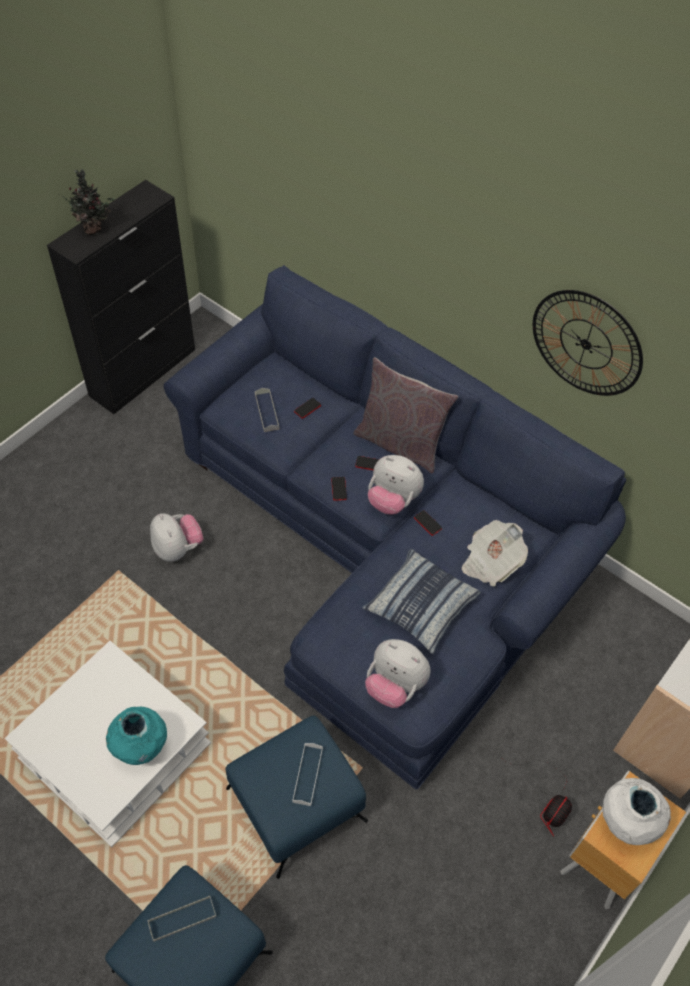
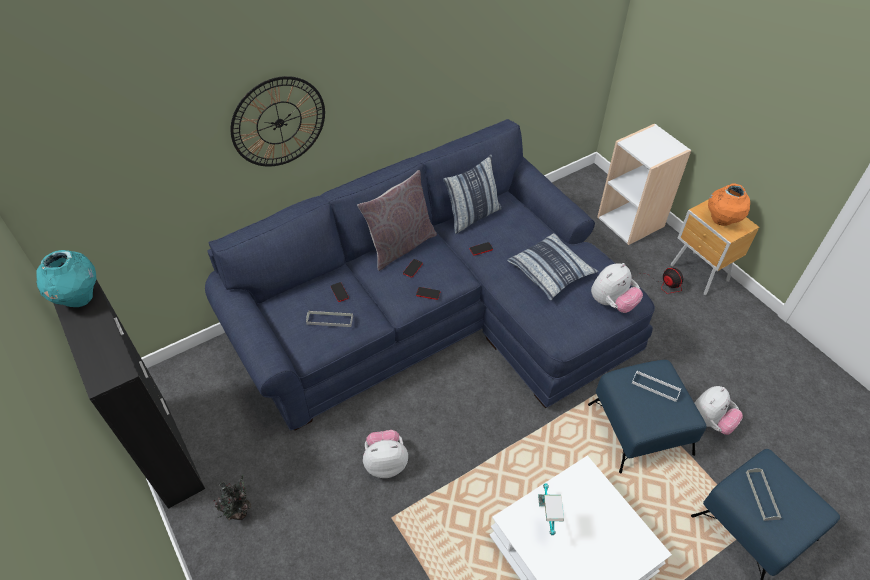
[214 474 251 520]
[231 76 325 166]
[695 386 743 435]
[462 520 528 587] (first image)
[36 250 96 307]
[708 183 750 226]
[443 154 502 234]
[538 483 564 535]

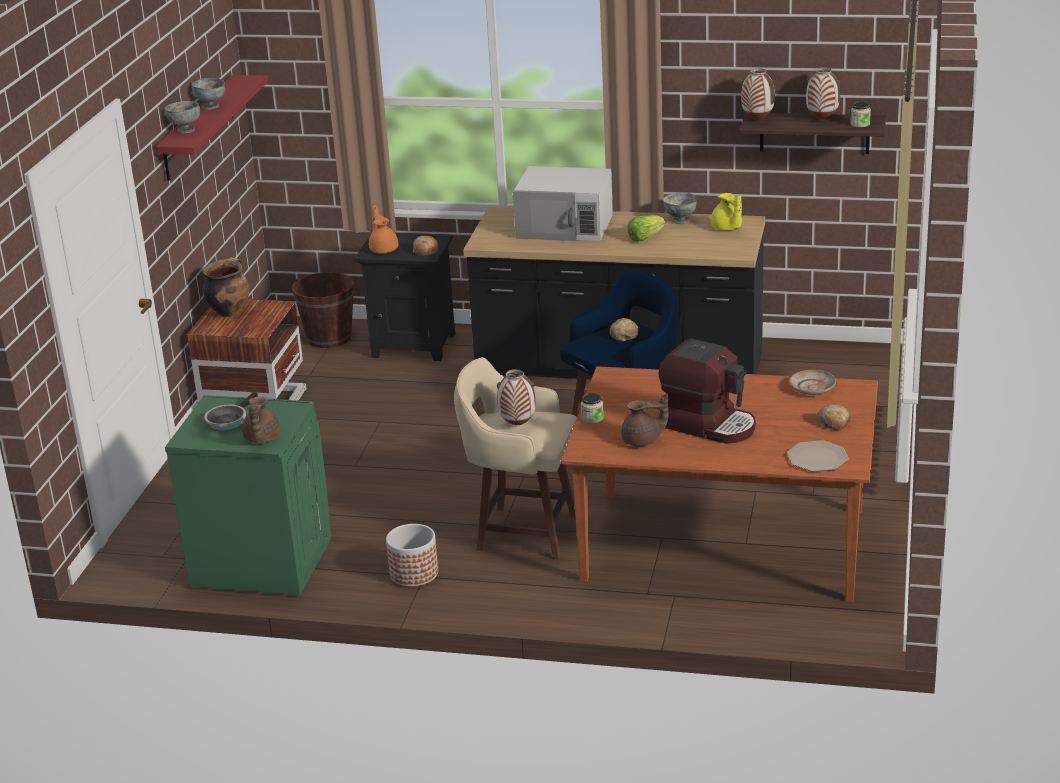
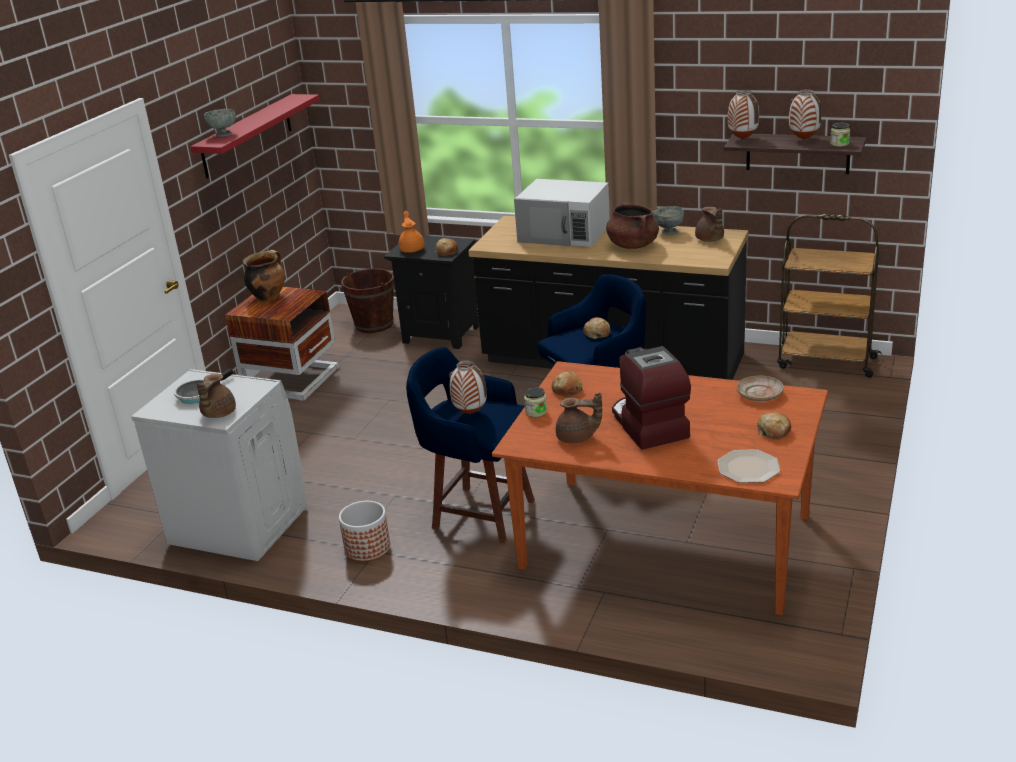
[192 78 226 110] (first image)
[695 207 724 242]
[606 202 659 249]
[612 346 691 450]
[406 347 535 543]
[131 369 307 561]
[777 214 882 378]
[552 372 583 397]

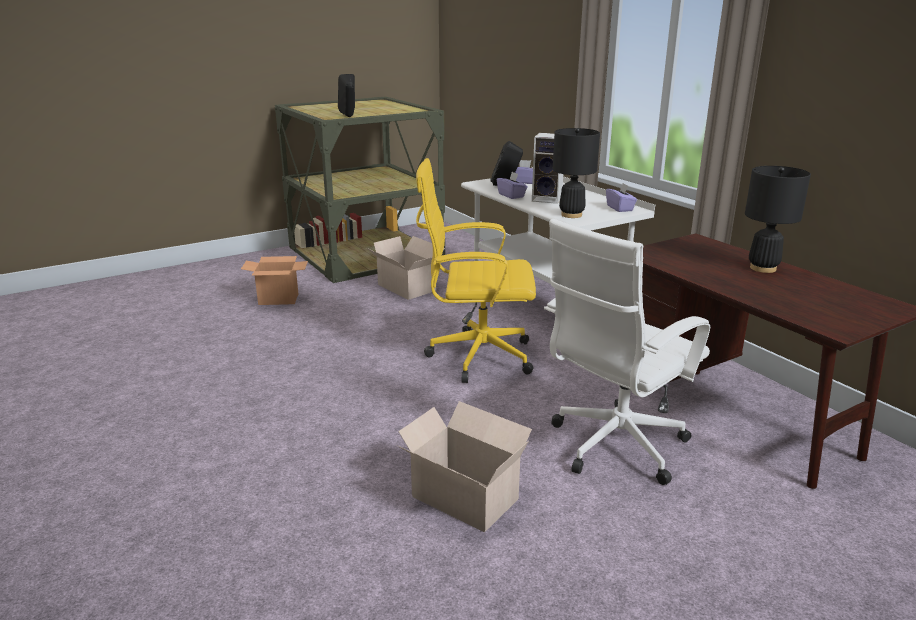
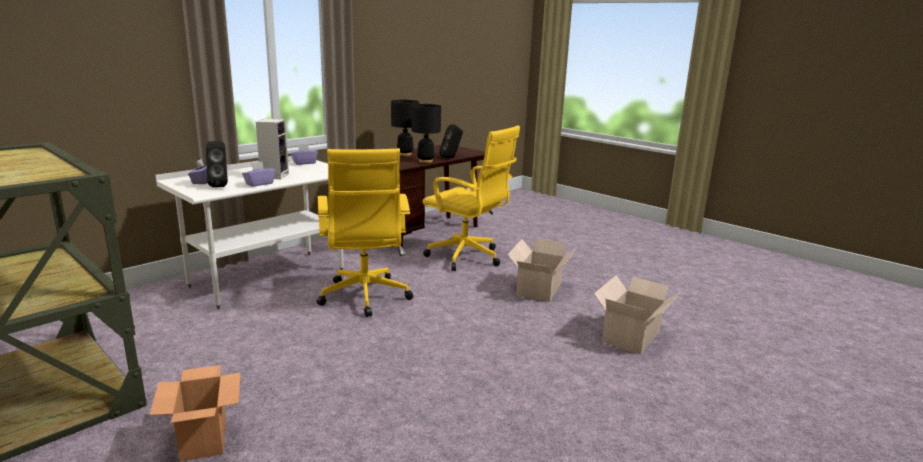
[439 124 463 158]
[411 103 441 163]
[422 125 520 271]
[594 275 680 355]

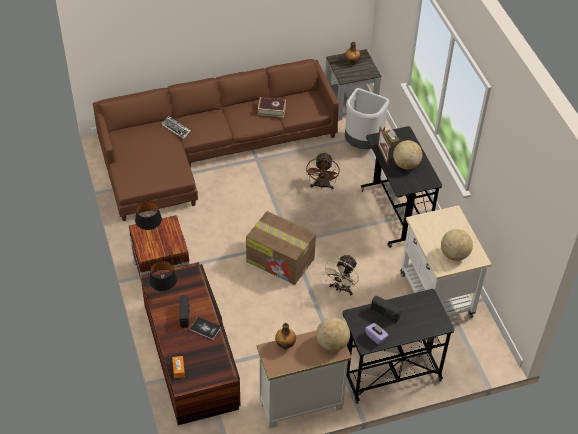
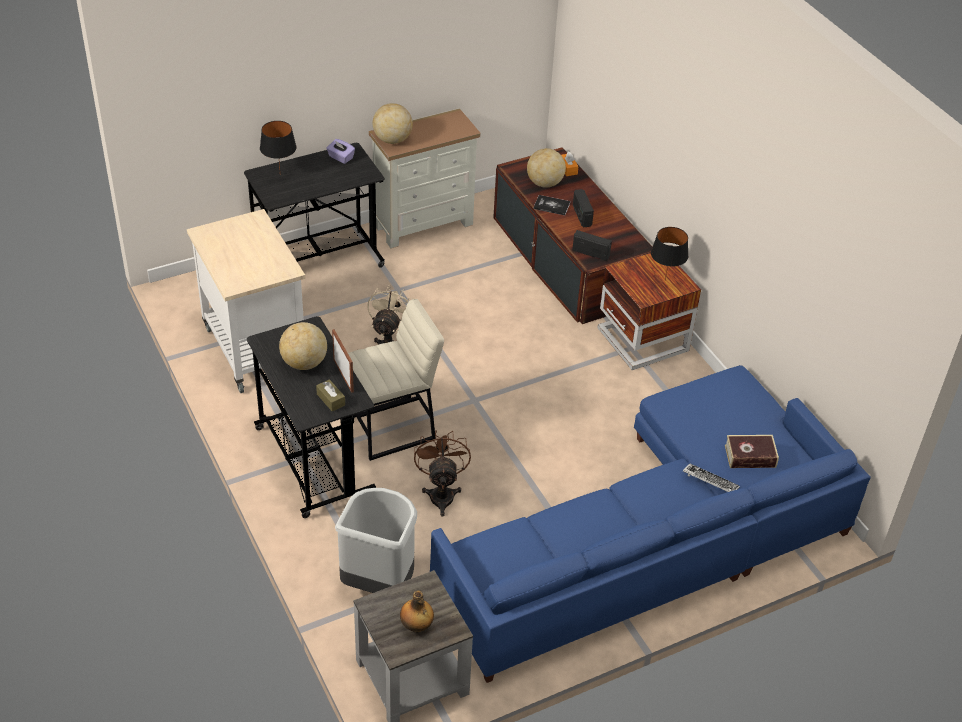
[430 365 871 683]
[725 435 779 468]
[246 211 316 285] (first image)
[527 148 566 188]
[260 121 297 169]
[572 230 612 261]
[275 323 296 349] (first image)
[348 299 444 461]

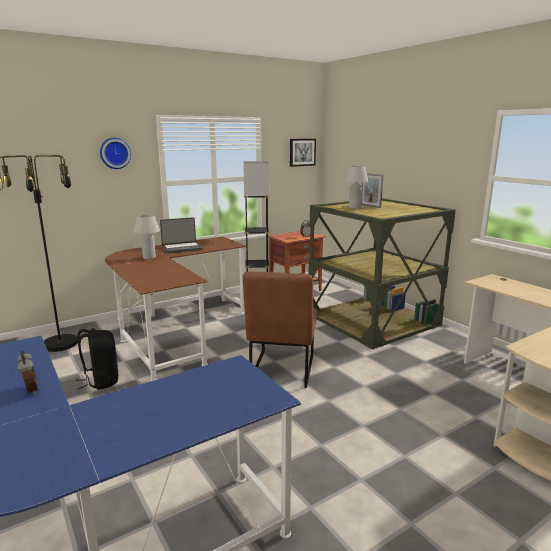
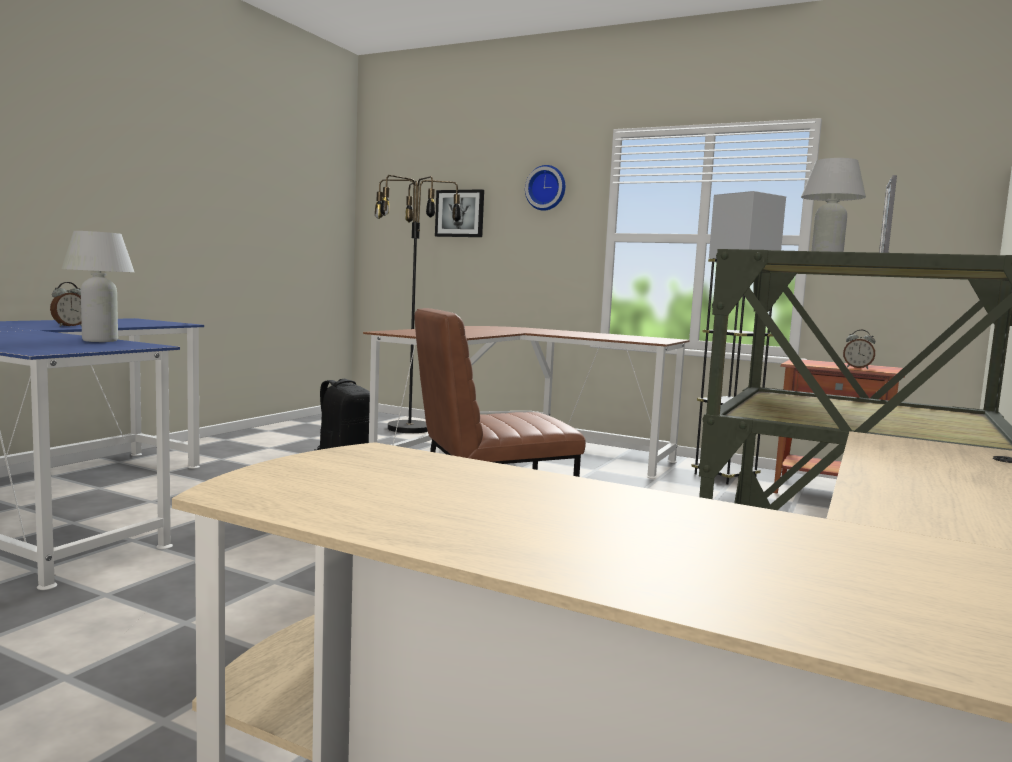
[435 189 484 237]
[62 231 134 342]
[160 217 203 253] (first image)

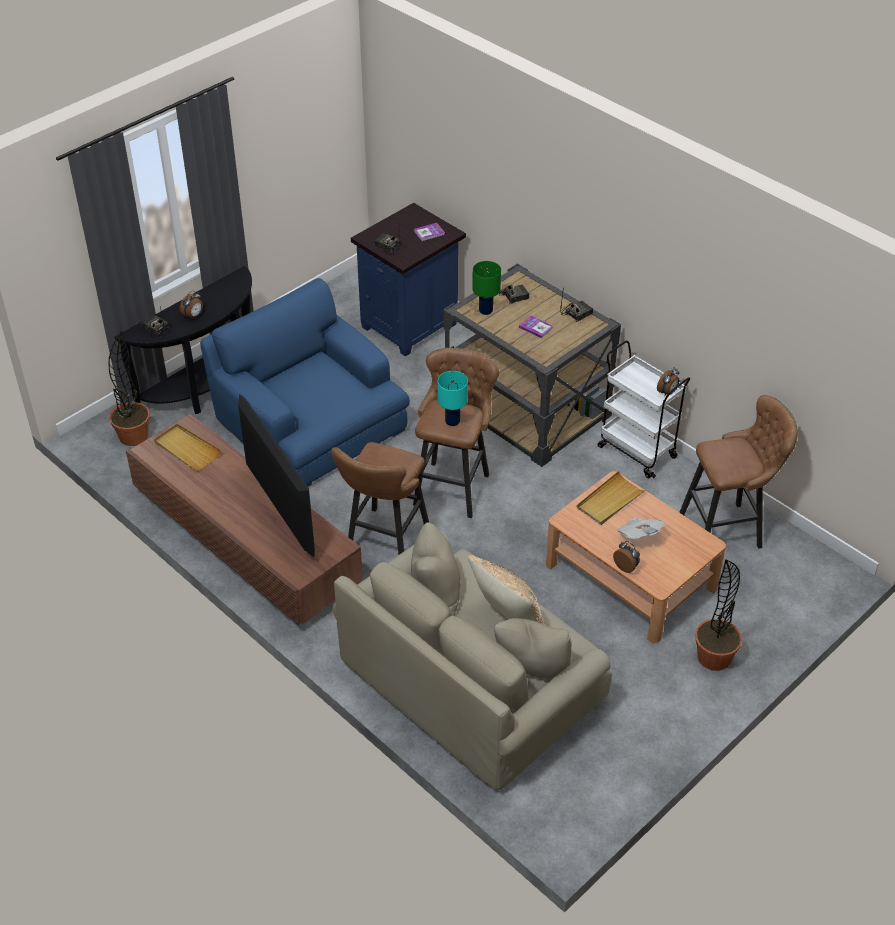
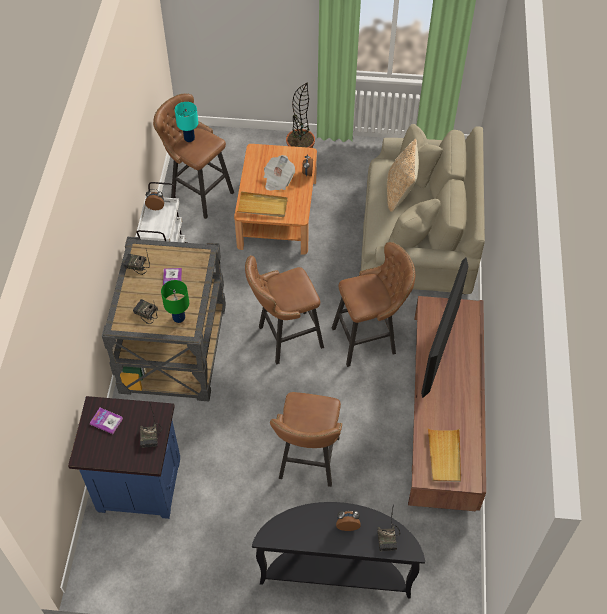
[270 392 342 487]
[108 330 150 446] (first image)
[175 102 198 142]

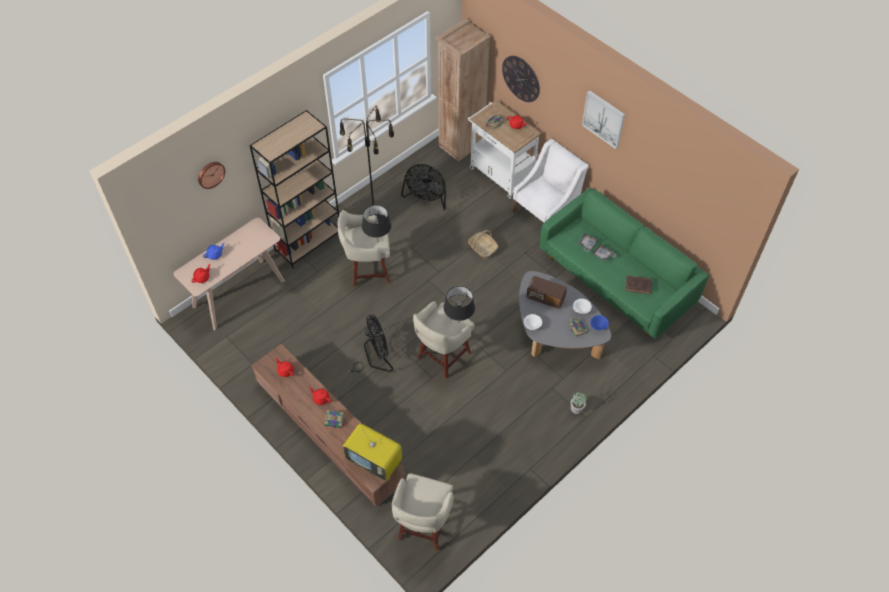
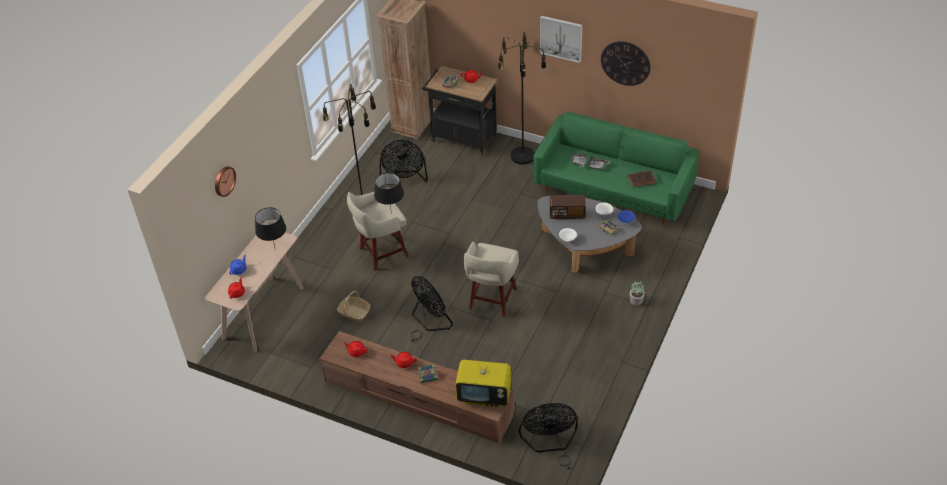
[601 41 651 86]
[422 66 497 155]
[249 110 339 269] (first image)
[498 32 546 165]
[337 291 370 322]
[255 207 286 250]
[519 403 578 469]

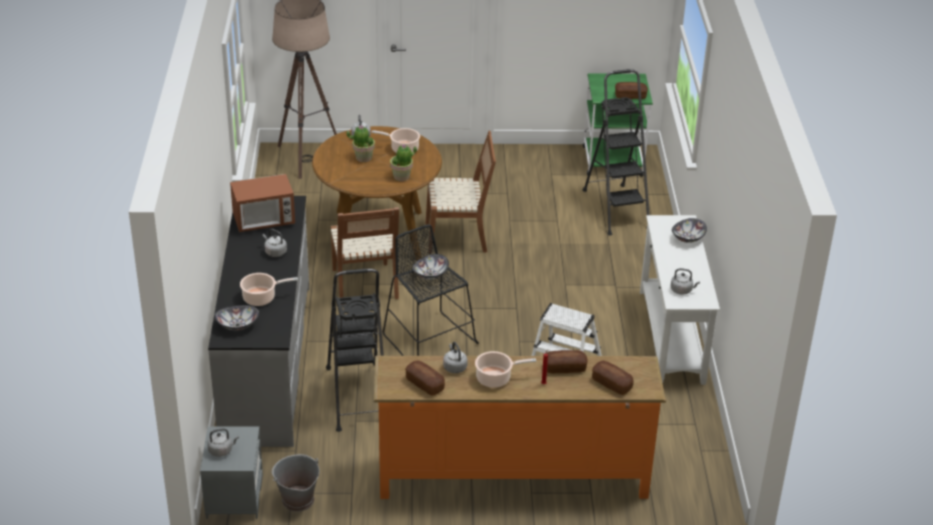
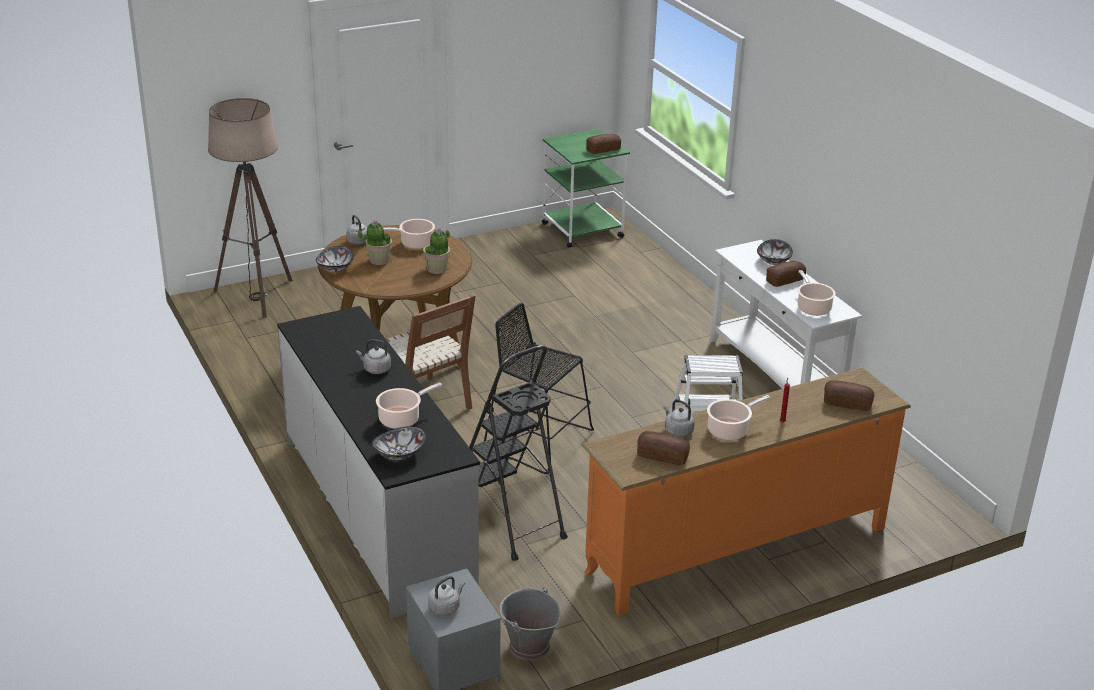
[582 69 649 236] (first image)
[426 131 496 253] (first image)
[230 174 295 232] (first image)
[316 246 354 272]
[798 270 836 316]
[766 261 806 287]

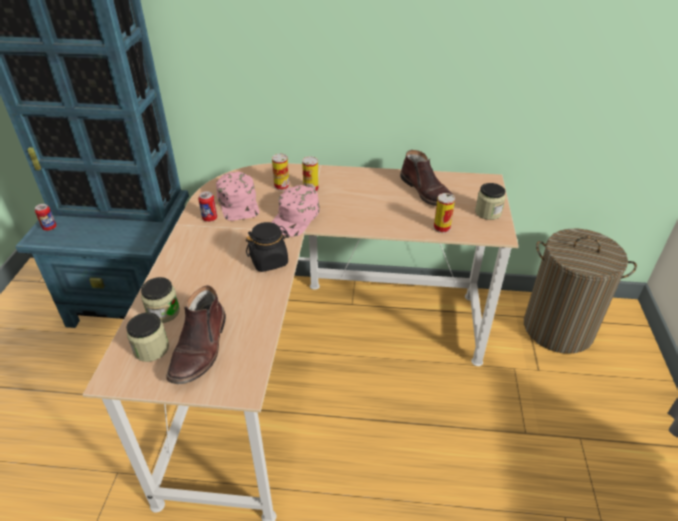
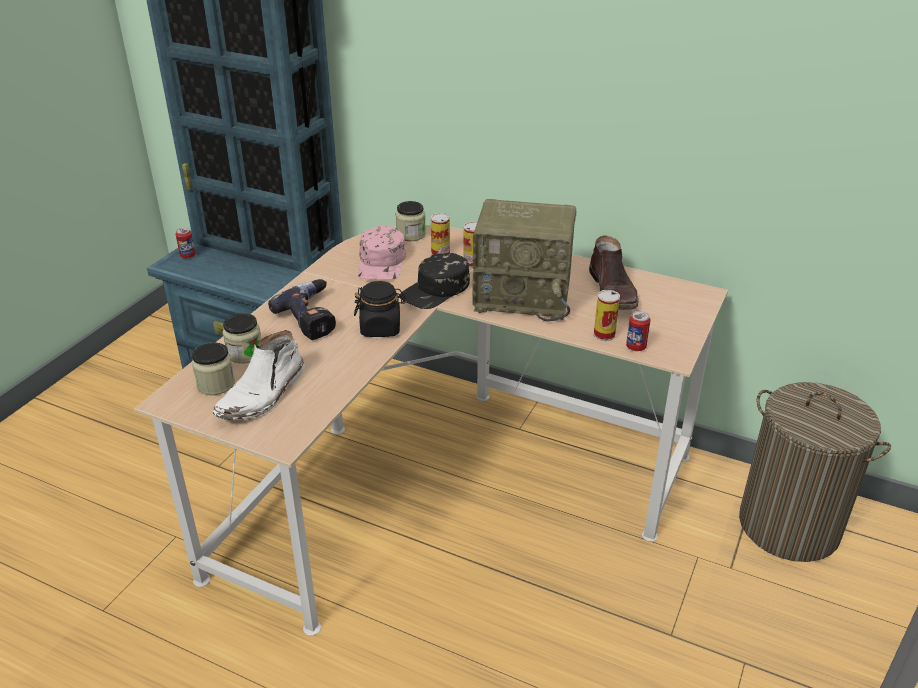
[396 201 426 241]
[399 253 470 309]
[626 311 650 351]
[213 330 305 420]
[472 199 576 321]
[268 279 336 340]

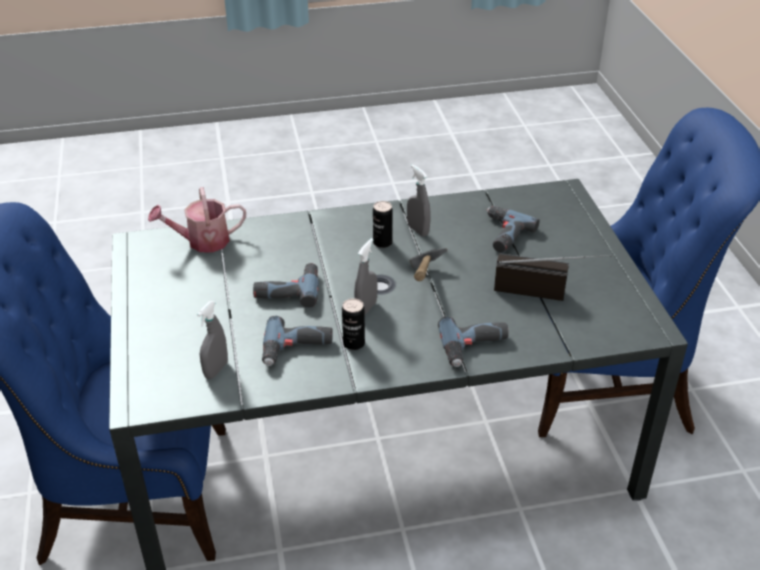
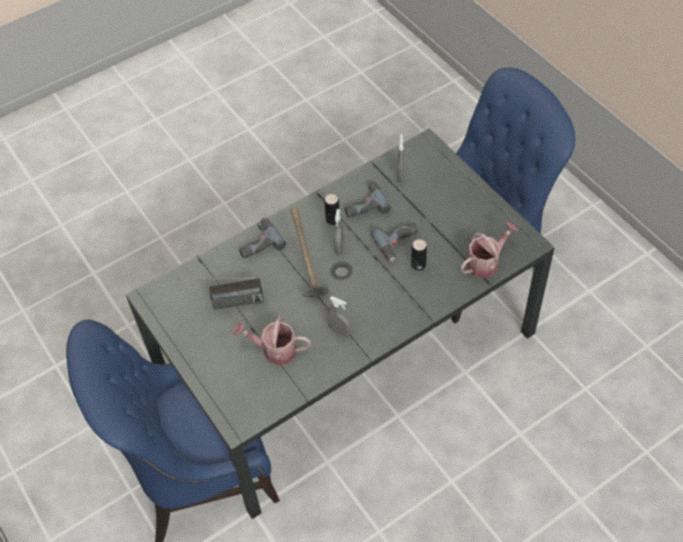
[411 239 427 271]
[233 317 311 365]

